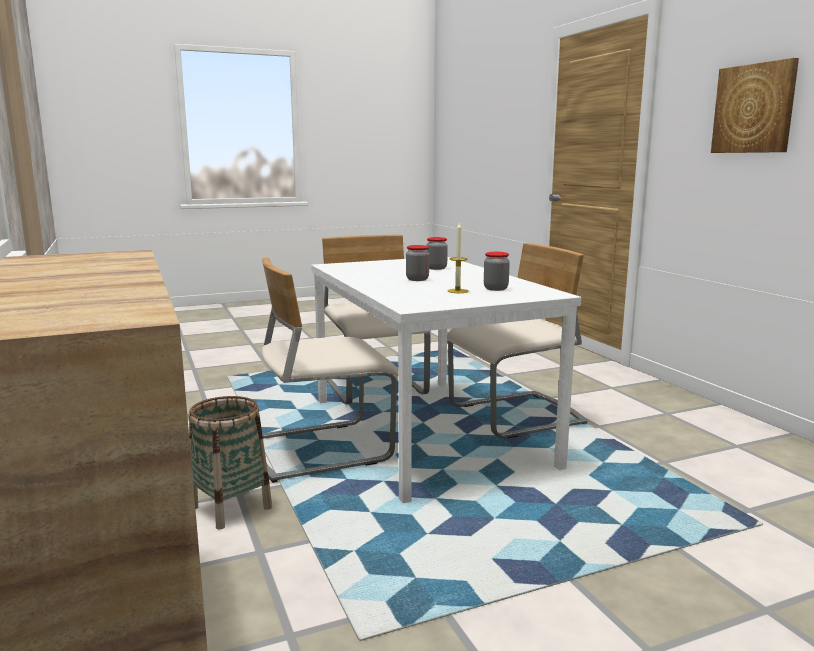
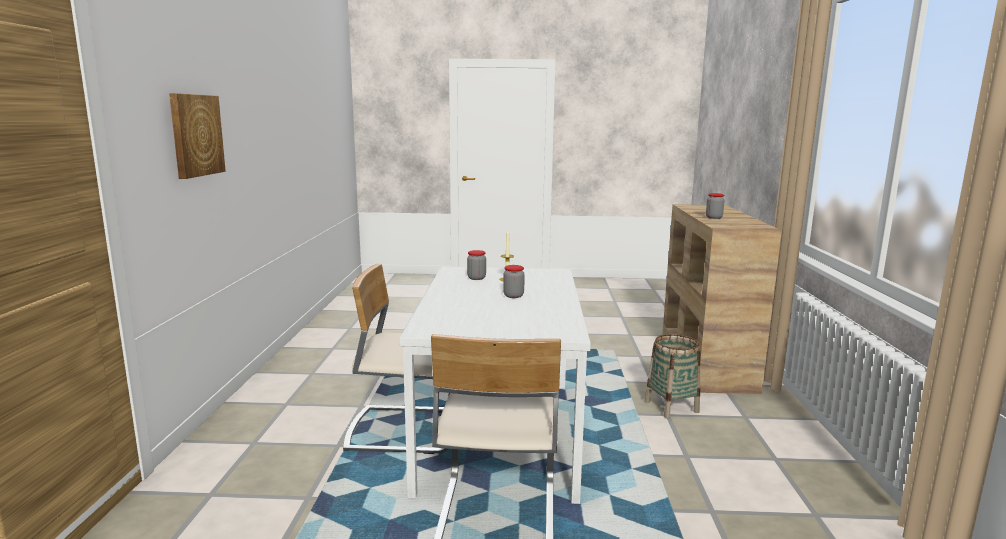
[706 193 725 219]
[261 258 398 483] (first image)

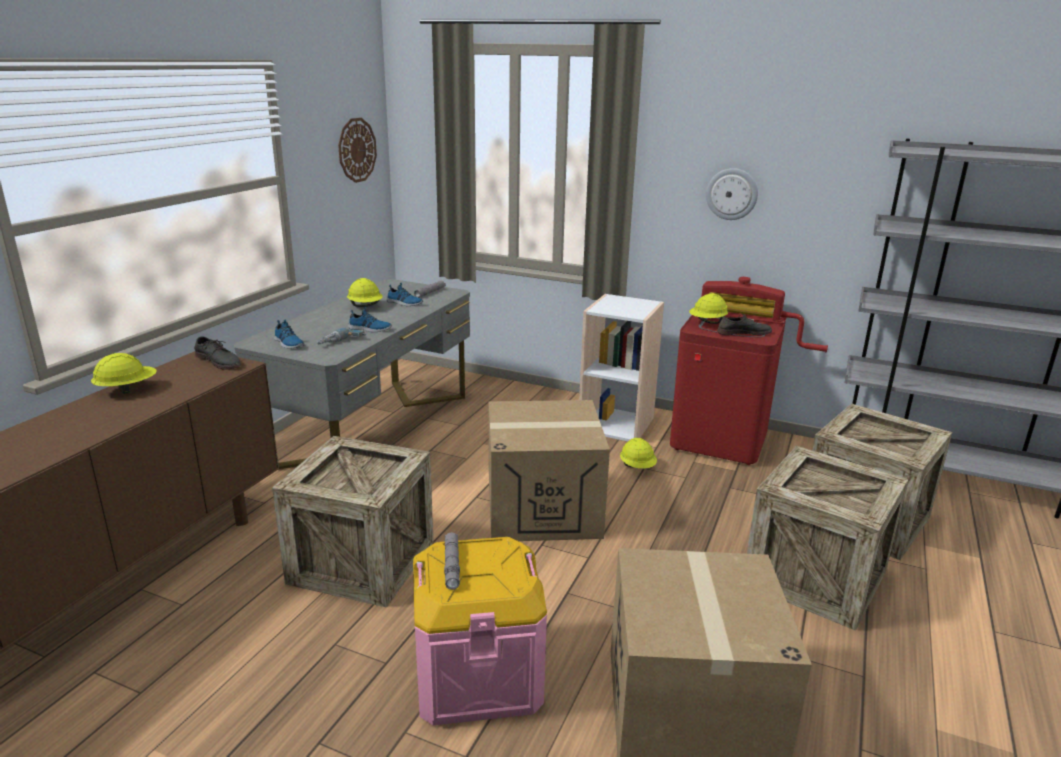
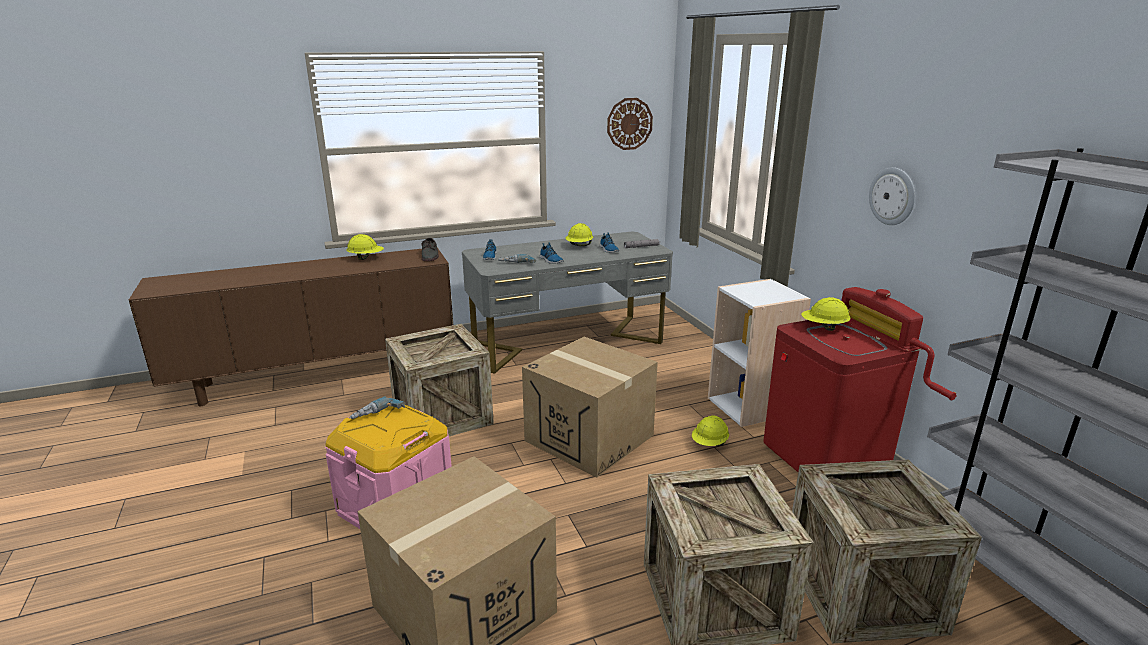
[717 314 772 335] (first image)
[349 396 405 419]

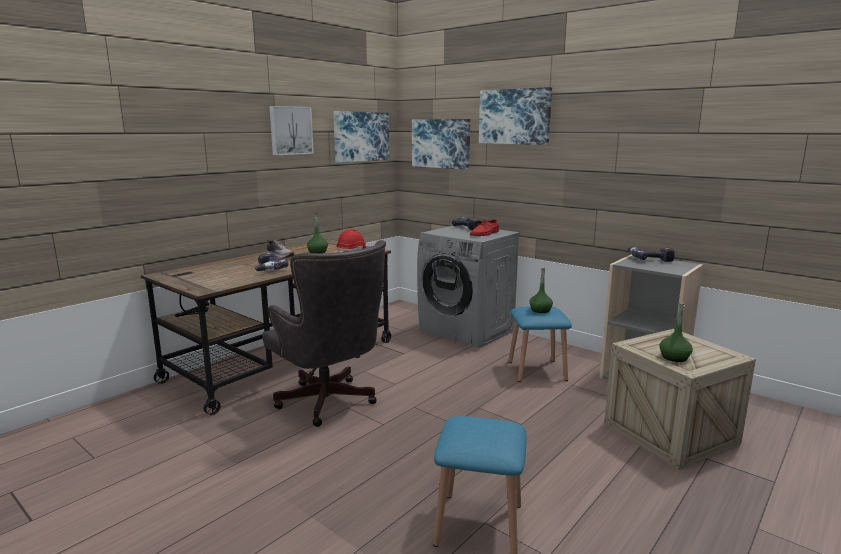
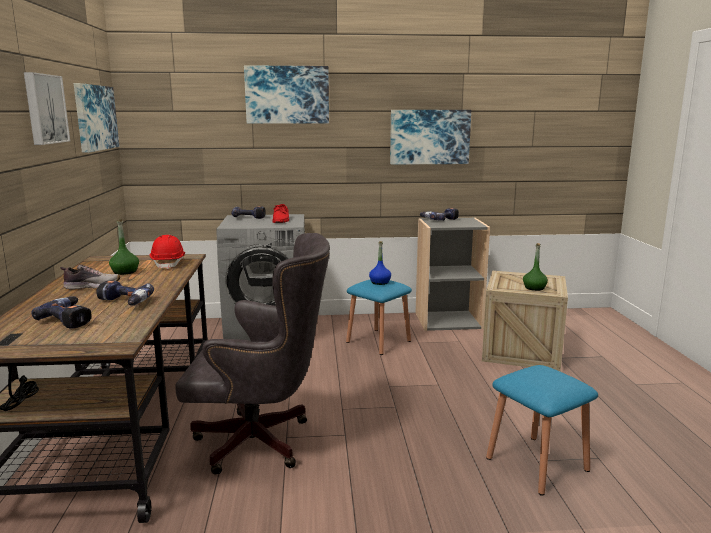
[390 110 471 165]
[369 241 391 285]
[31 296 92 329]

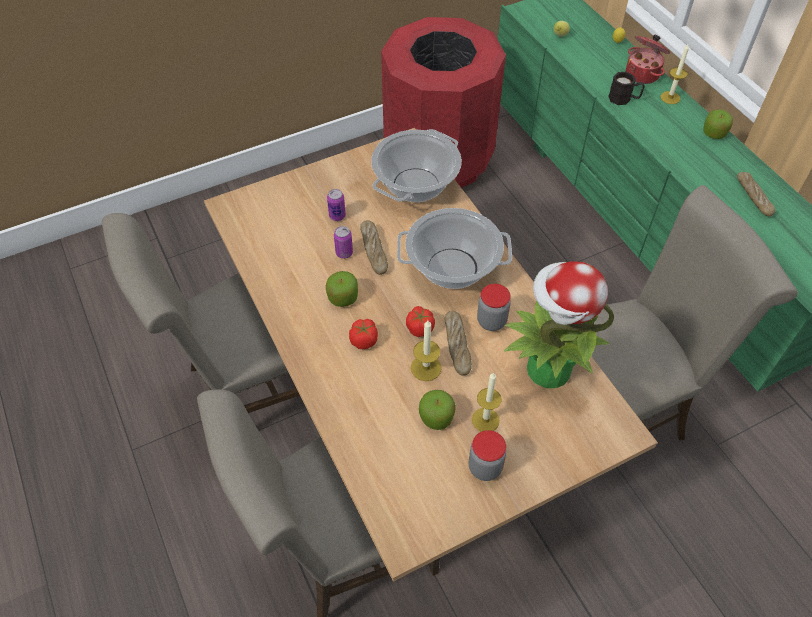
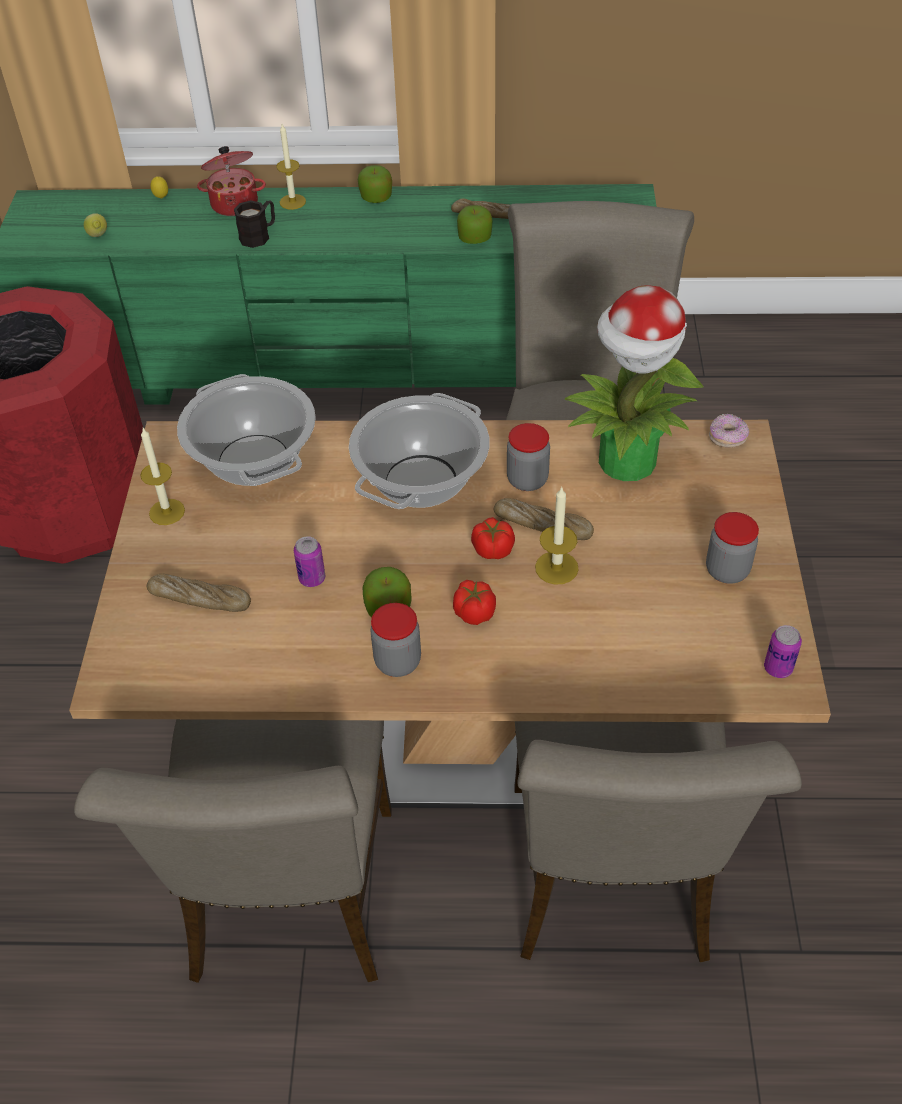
[764 625 802 678]
[147 574 251 612]
[140 428 185 525]
[457 205 492 244]
[709 414 749 448]
[370 603 421 677]

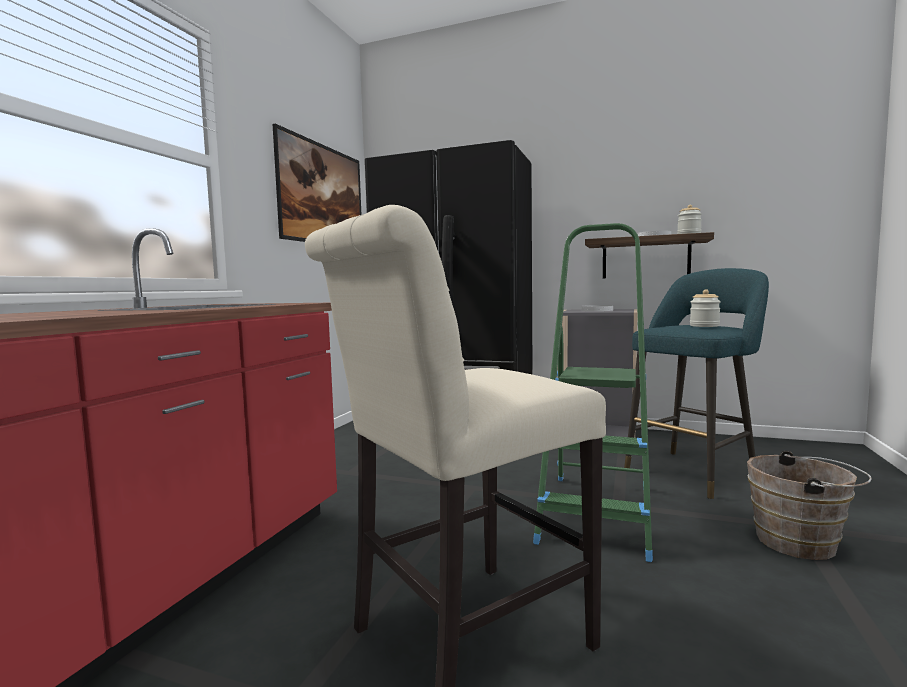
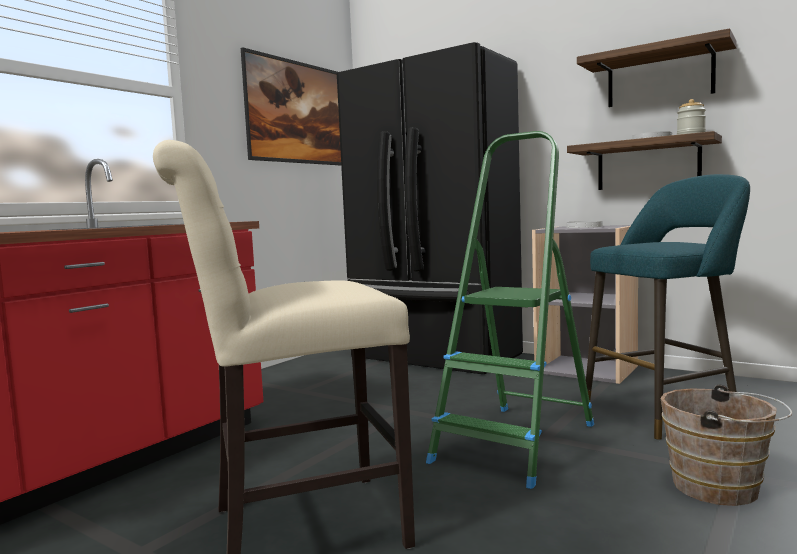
[690 289 721 327] (first image)
[577 28 737 107]

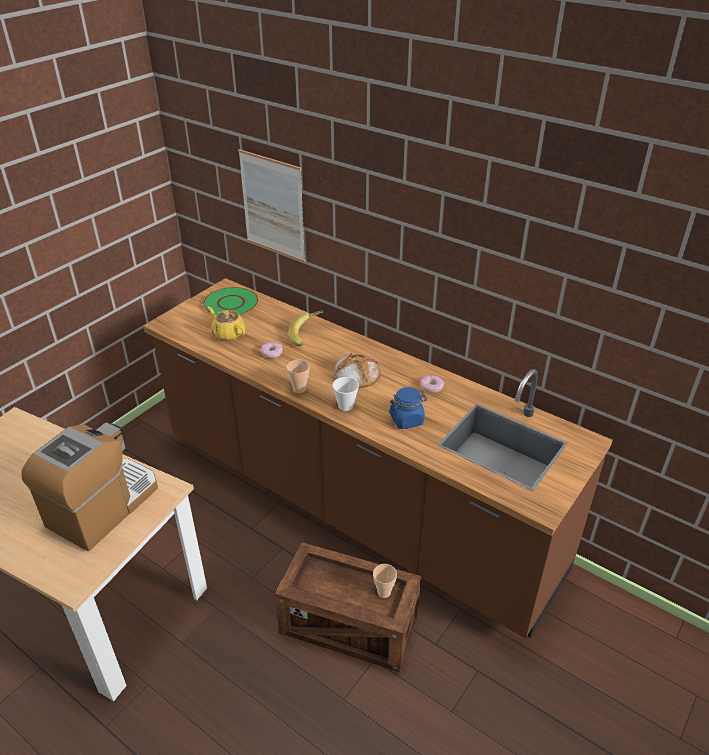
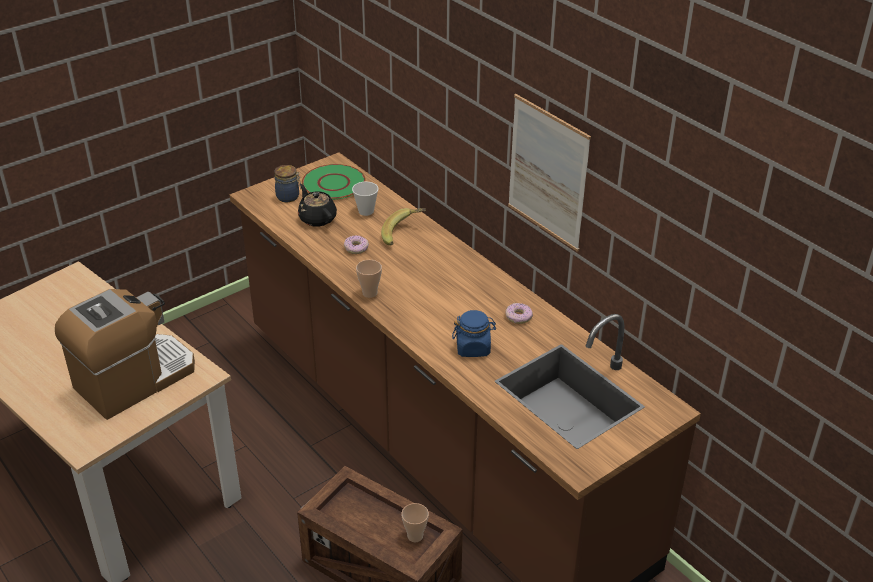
[508 94 591 252]
[298 184 337 227]
[335 353 381 388] (first image)
[352 182 379 216]
[274 165 301 202]

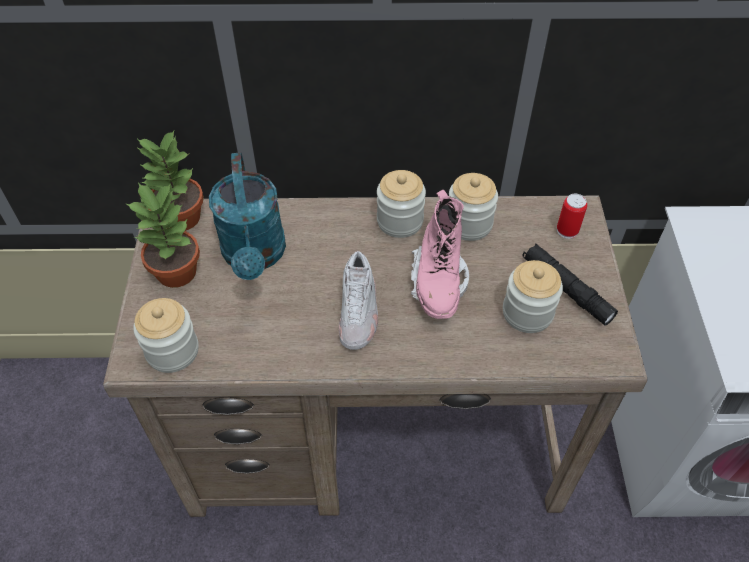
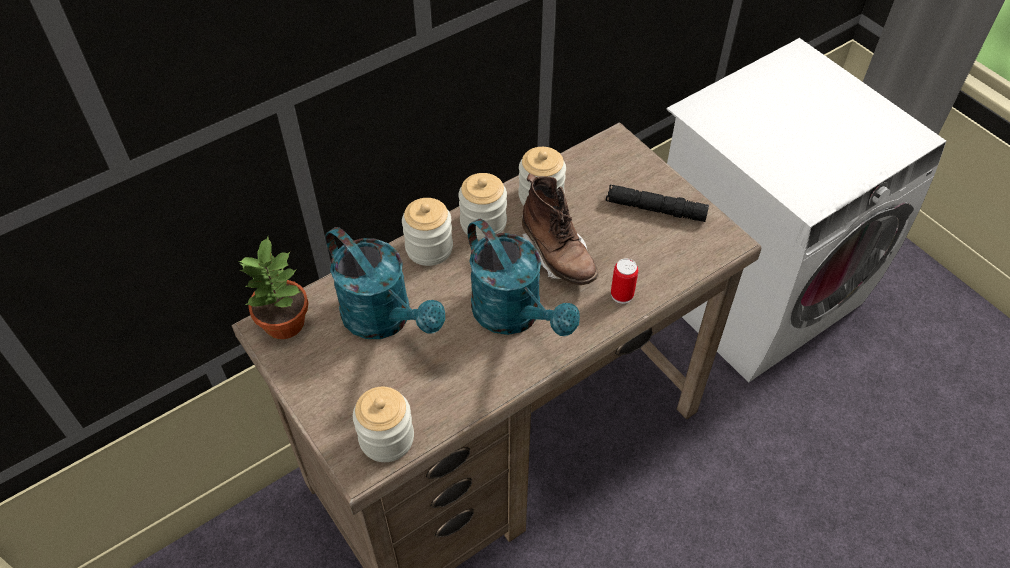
[126 183 200 288] (first image)
[522 174 598 285]
[611 258 638 304]
[467 219 580 336]
[402 198 453 266]

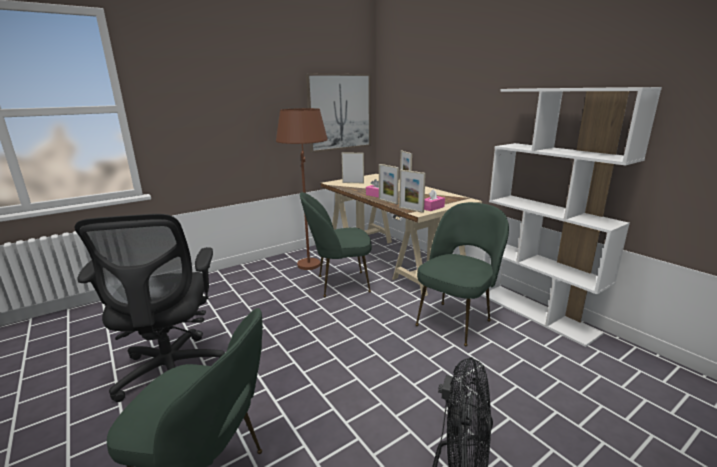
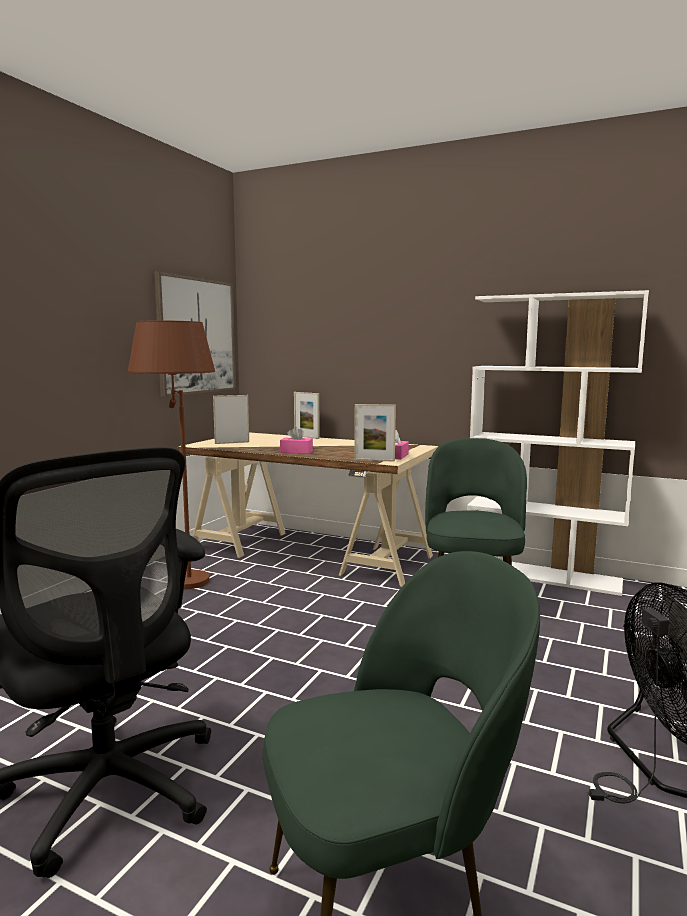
[379 164 399 204] (first image)
[300 192 372 297] (first image)

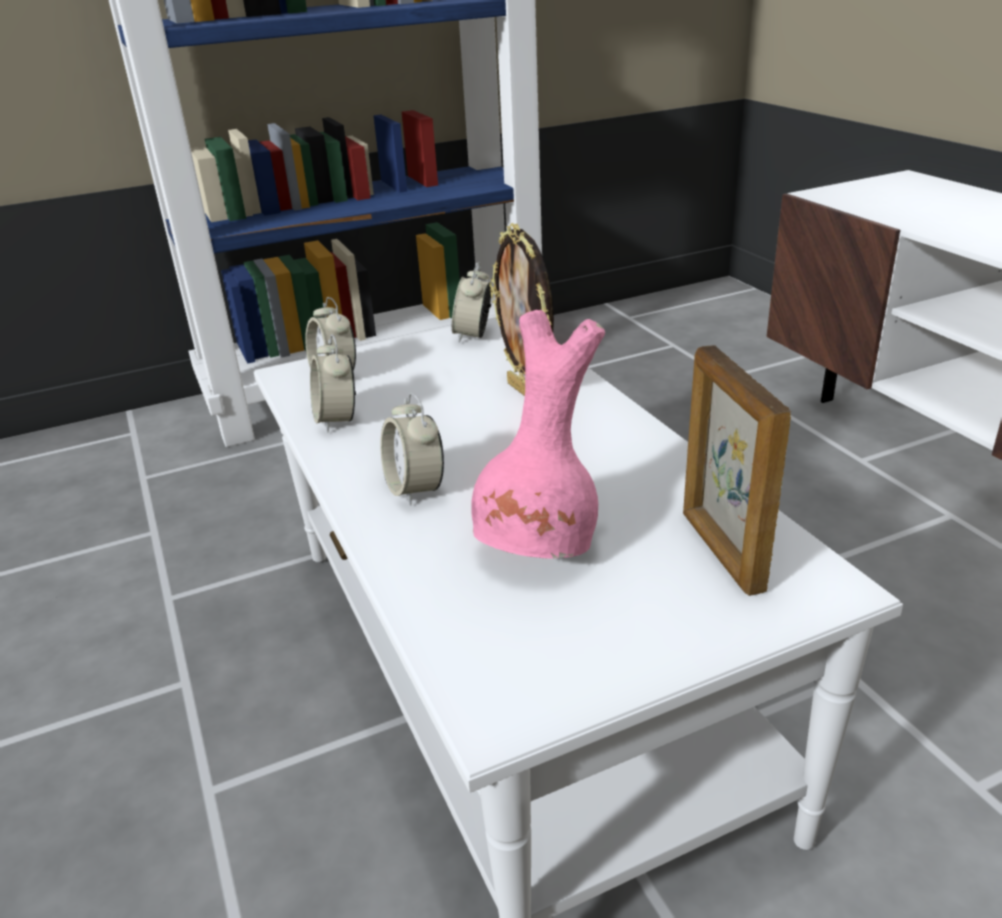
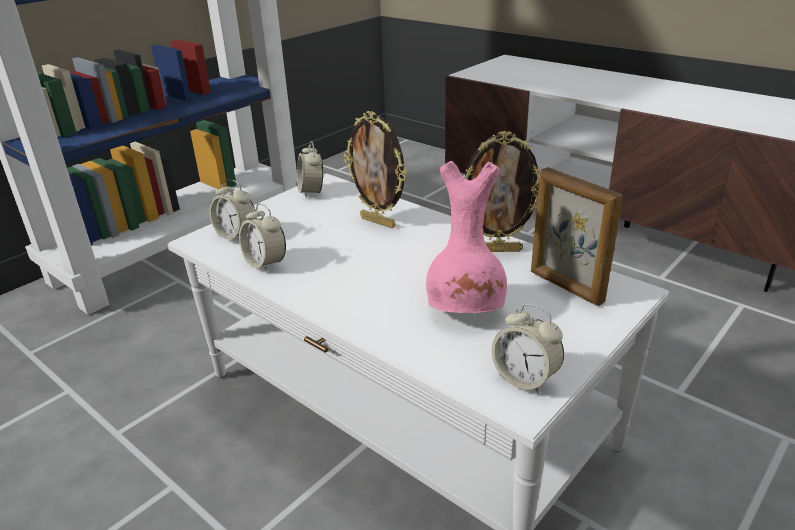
[491 304 564 394]
[465 131 540 252]

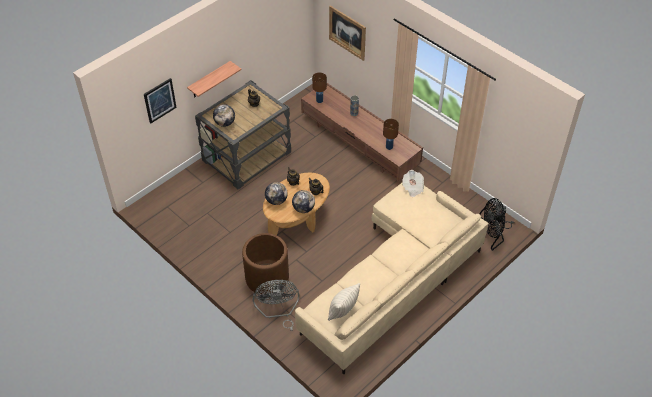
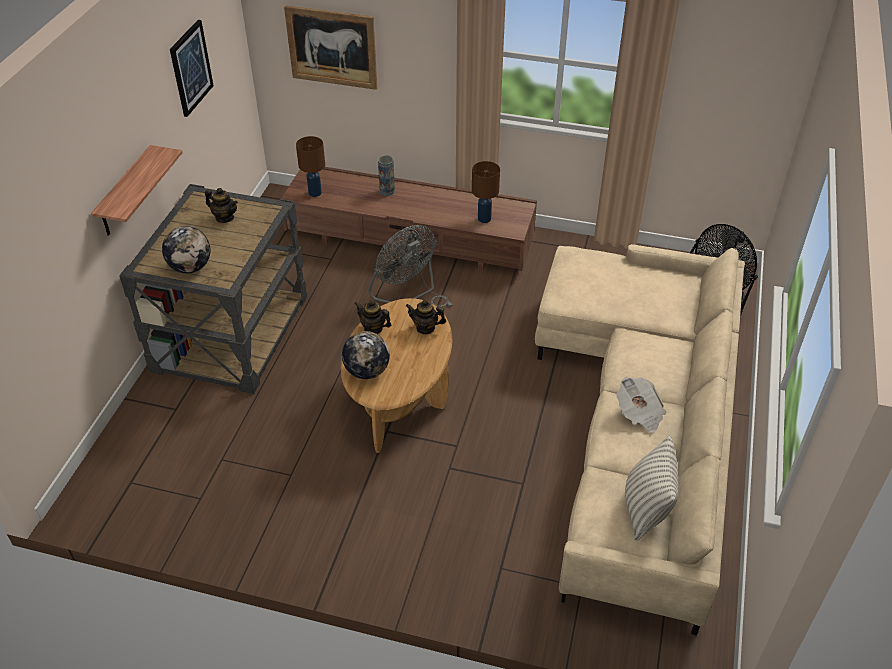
[170 20 214 117]
[616 377 667 433]
[292 190 315 213] (first image)
[242 233 289 295] (first image)
[368 225 452 307]

